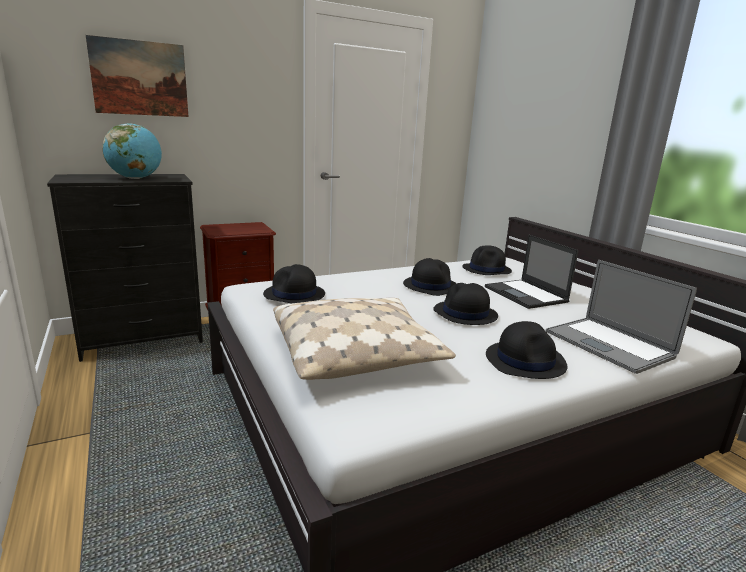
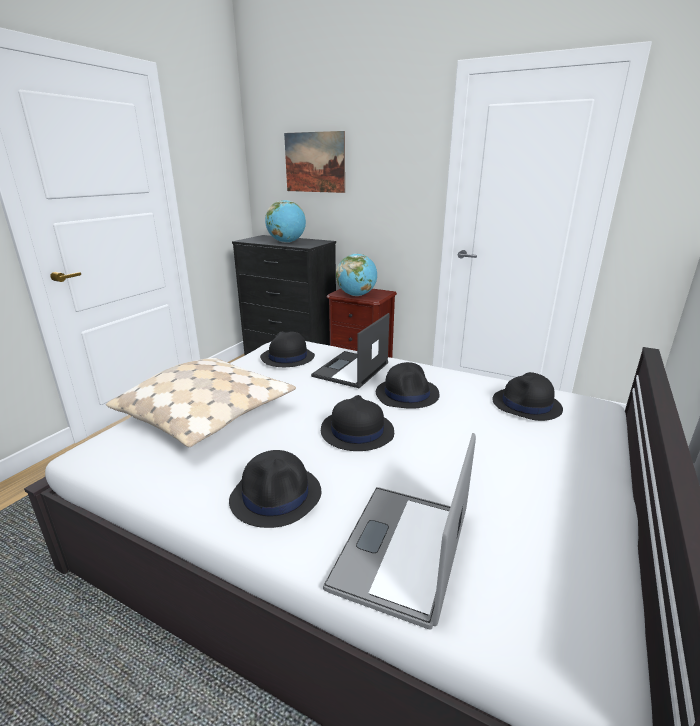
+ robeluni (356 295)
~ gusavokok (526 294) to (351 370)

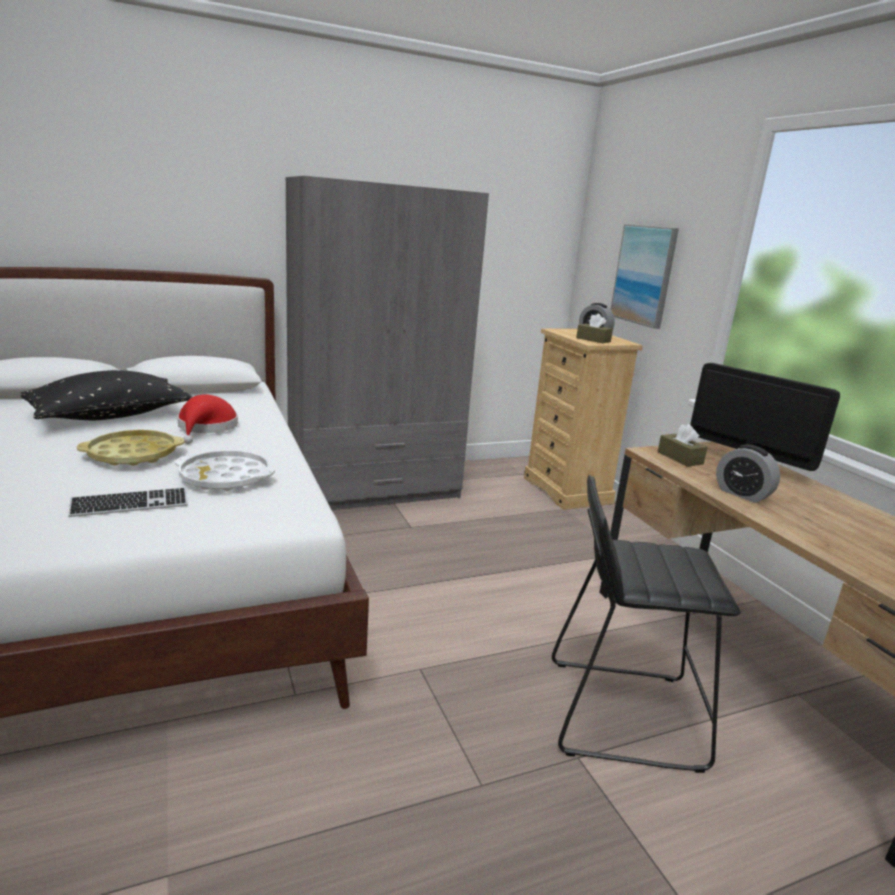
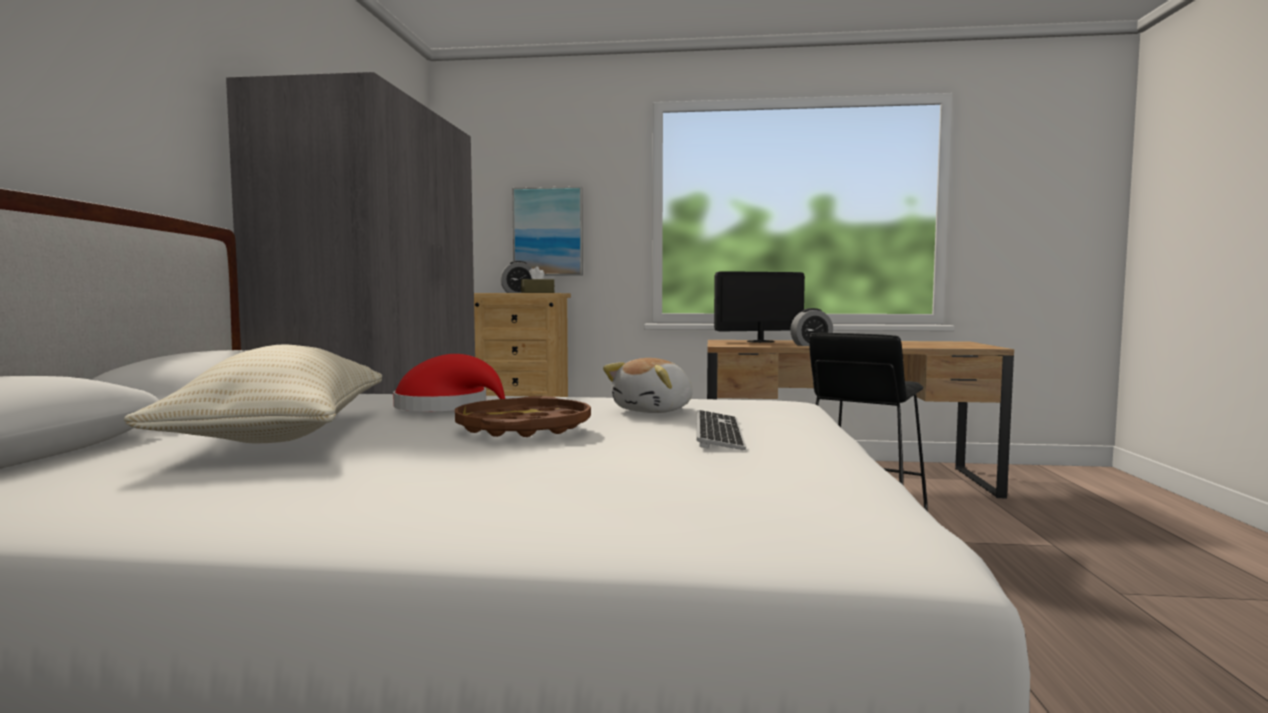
- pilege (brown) (680 458)
~ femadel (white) (225 478) to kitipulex (655 410)
~ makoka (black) (110 416) to makoka (beige) (283 436)
~ femadel (yellow) (133 454) to femadel (brown) (523 428)

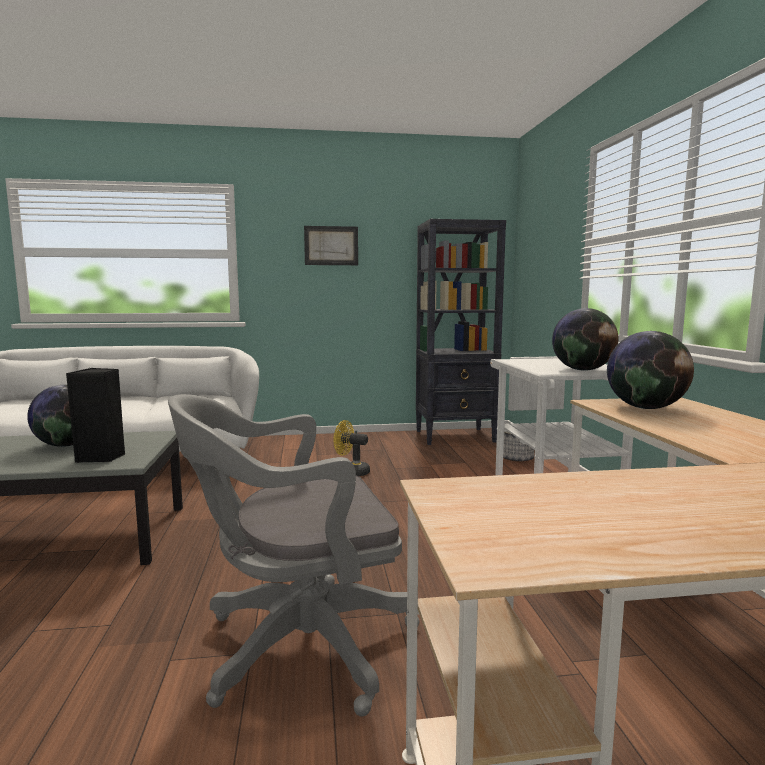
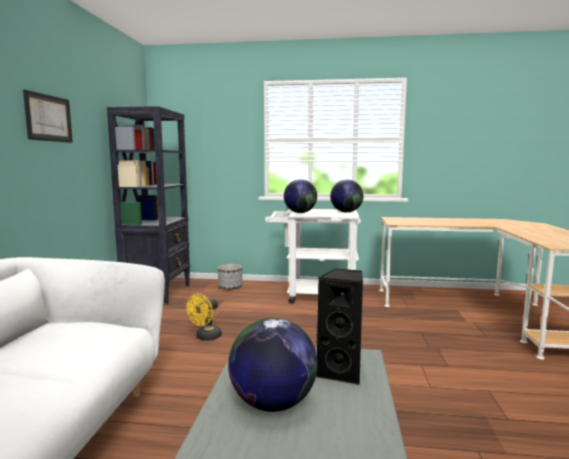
- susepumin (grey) (296 646)
~ robeluni (645 408) to (300 212)

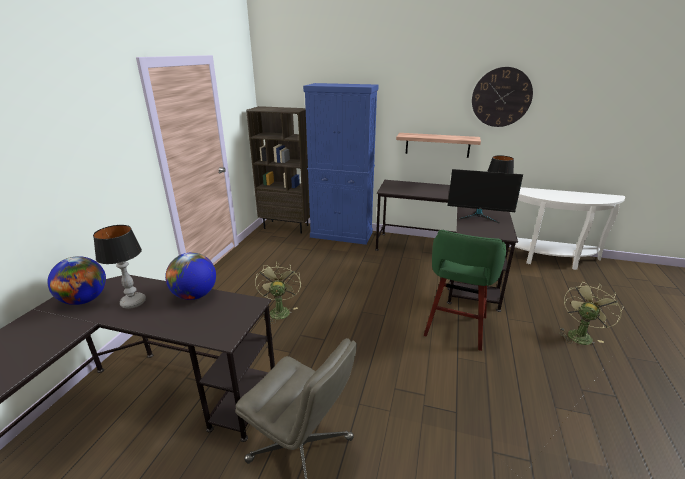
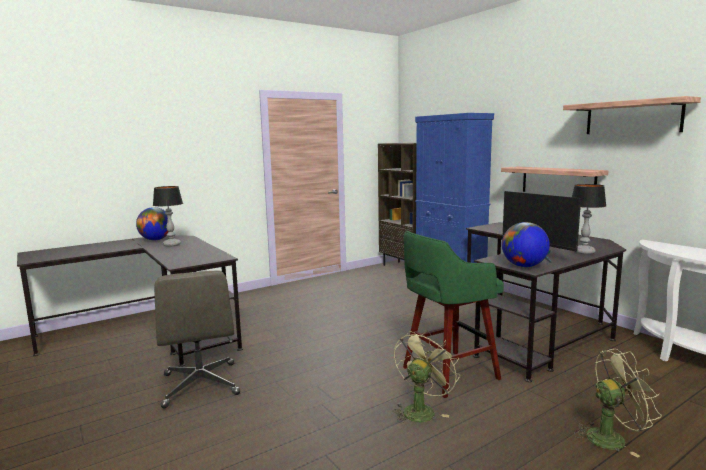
~ robeluni (195 295) to (524 266)
~ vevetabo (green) (279 310) to (421 410)
~ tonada (501 97) to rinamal (632 117)

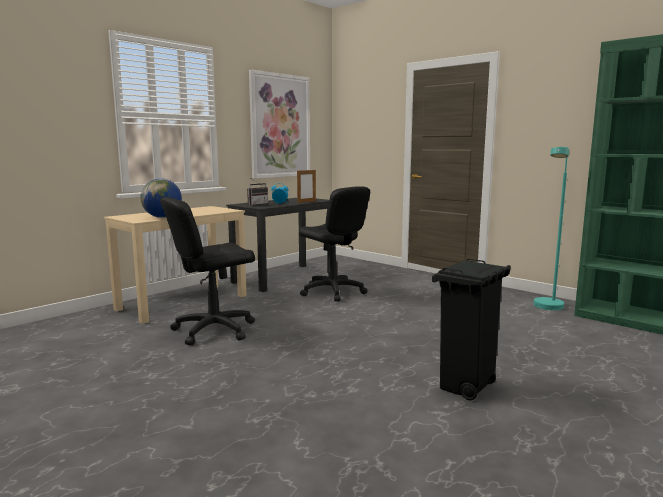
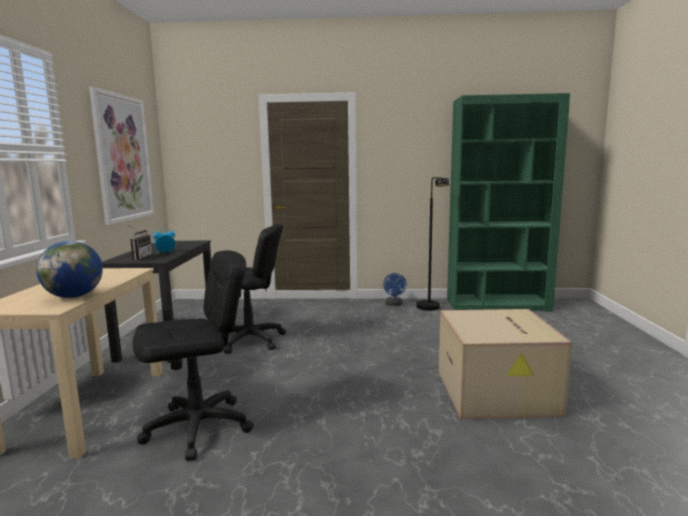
- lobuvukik (306 202)
+ vevetabo (blue) (394 304)
~ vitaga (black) (465 388) to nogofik (497 393)
~ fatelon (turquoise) (548 308) to fatelon (black) (430 309)
~ susepumin (black) (214 330) = (198 427) 135 degrees counterclockwise

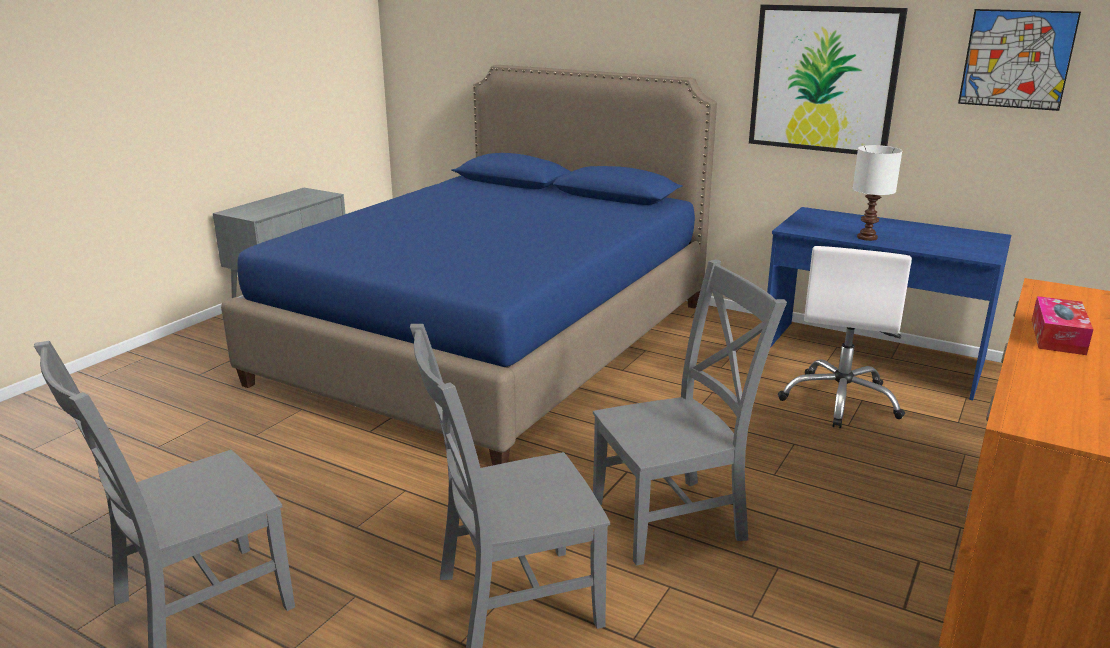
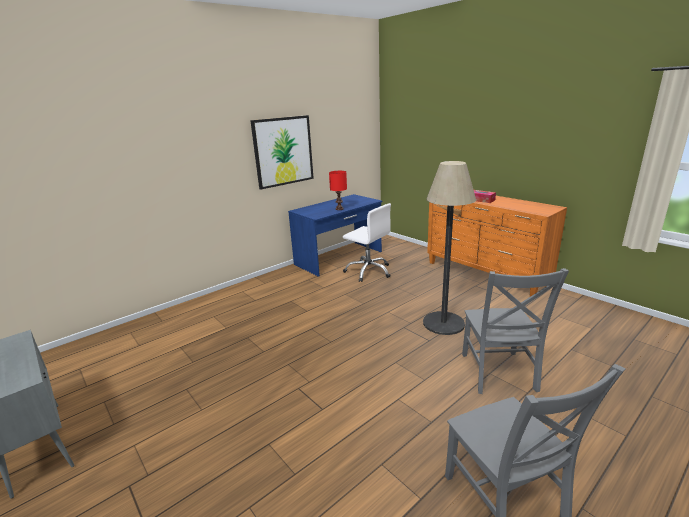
- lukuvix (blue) (493 341)
- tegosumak (1016 59)
~ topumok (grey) (674 519) to fatelon (443 323)
~ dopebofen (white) (866 237) to dopebofen (red) (339 209)

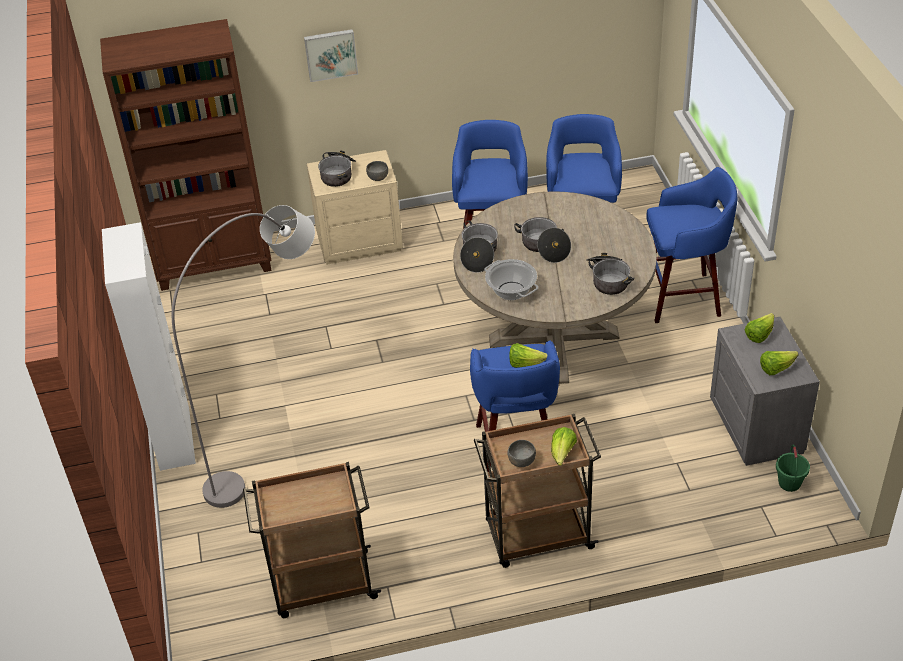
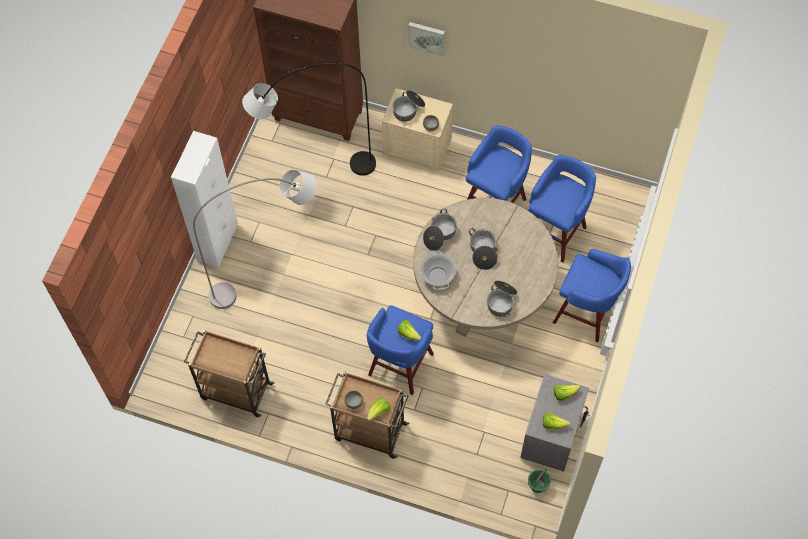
+ fatelon (grey) (314 175)

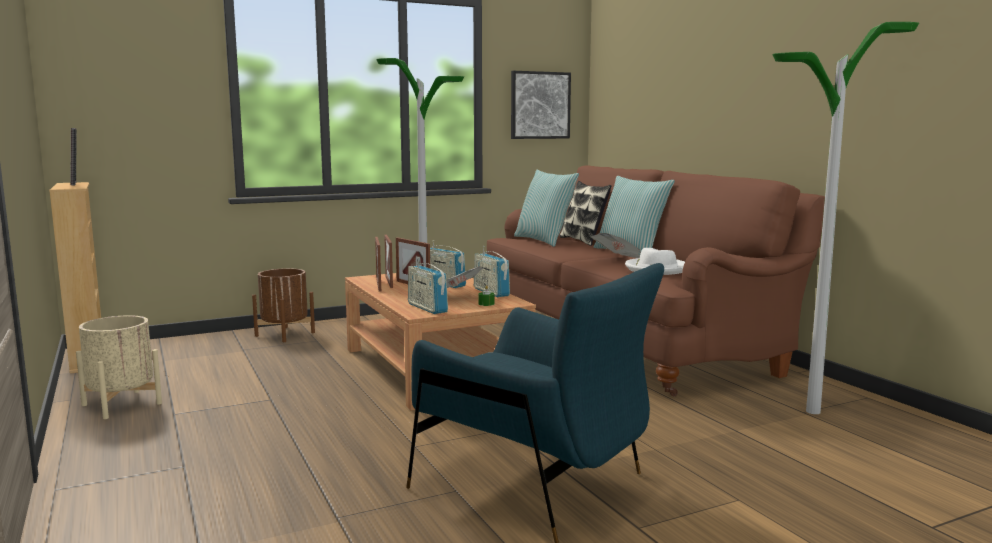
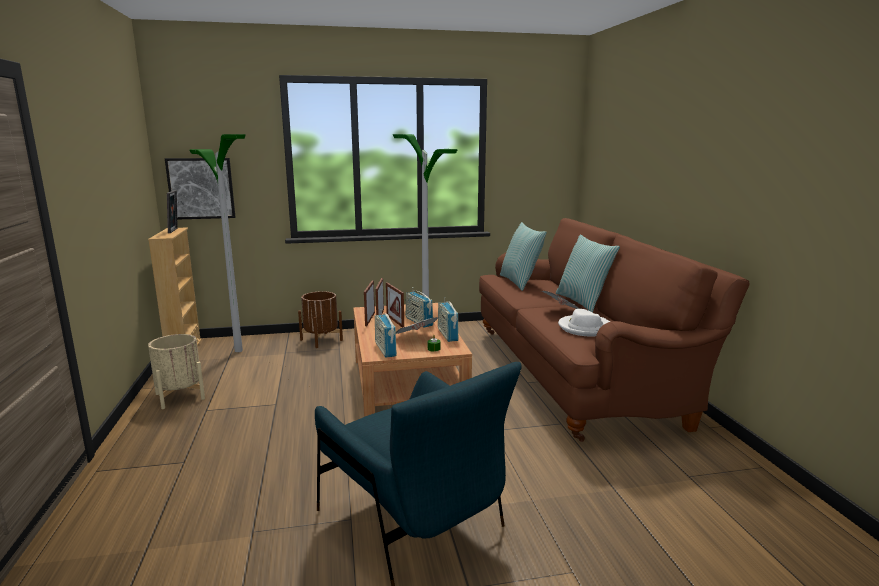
- makoka (583 241)
~ tegosumak (540 105) to (201 188)
~ fatelon (813 411) to (239 350)

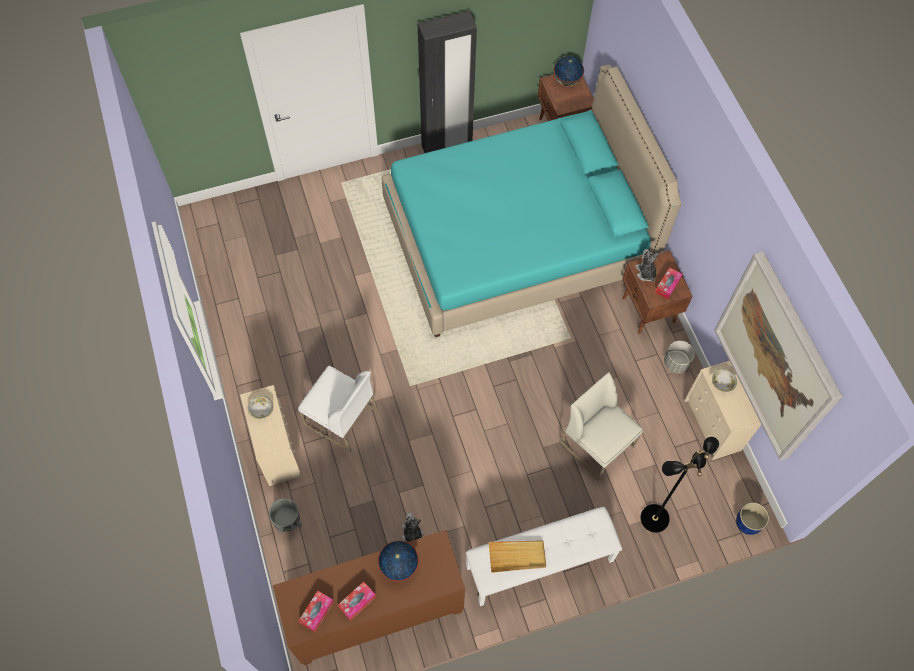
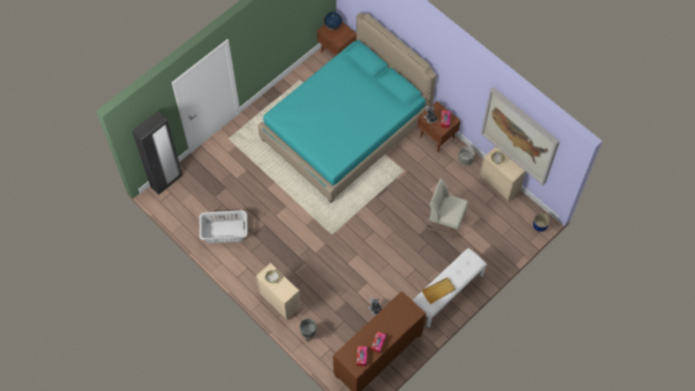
- topumok (white) (340 418)
- robeluni (399 565)
- fatelon (black) (654 517)
+ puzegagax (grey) (224 231)
~ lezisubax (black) (446 147) to (167 181)

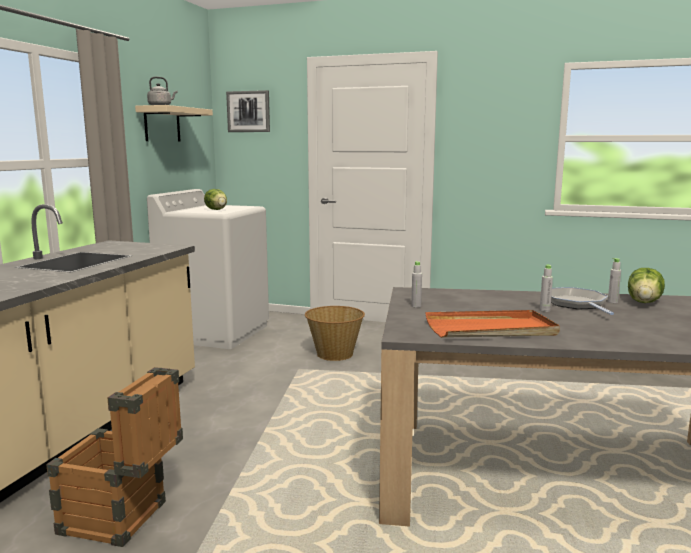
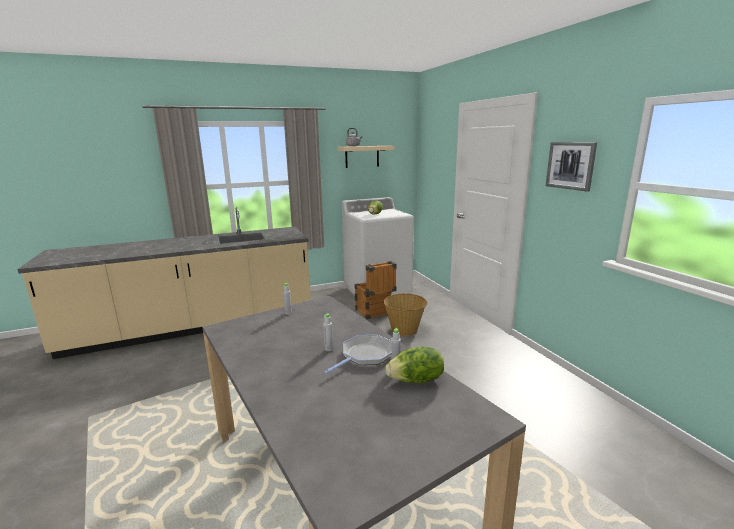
- femadel (orange) (491 329)
~ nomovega (123 520) to (375 313)
~ tegosumak (248 111) to (570 165)

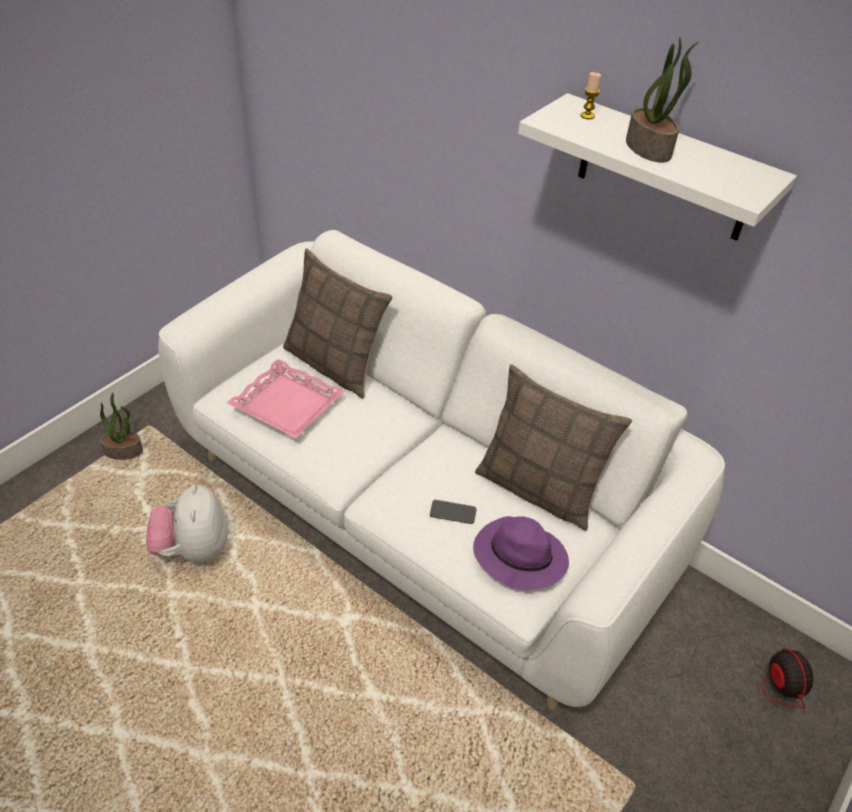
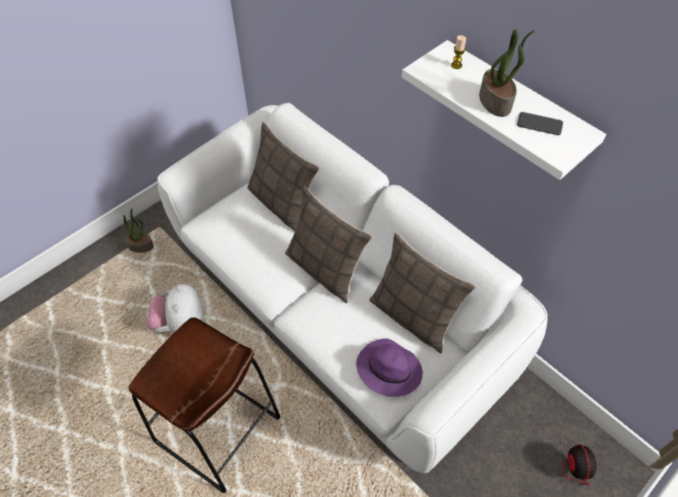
- femadel (pink) (288 404)
+ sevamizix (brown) (218 431)
+ makoka (325 269)
~ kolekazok (453 512) to (539 124)

